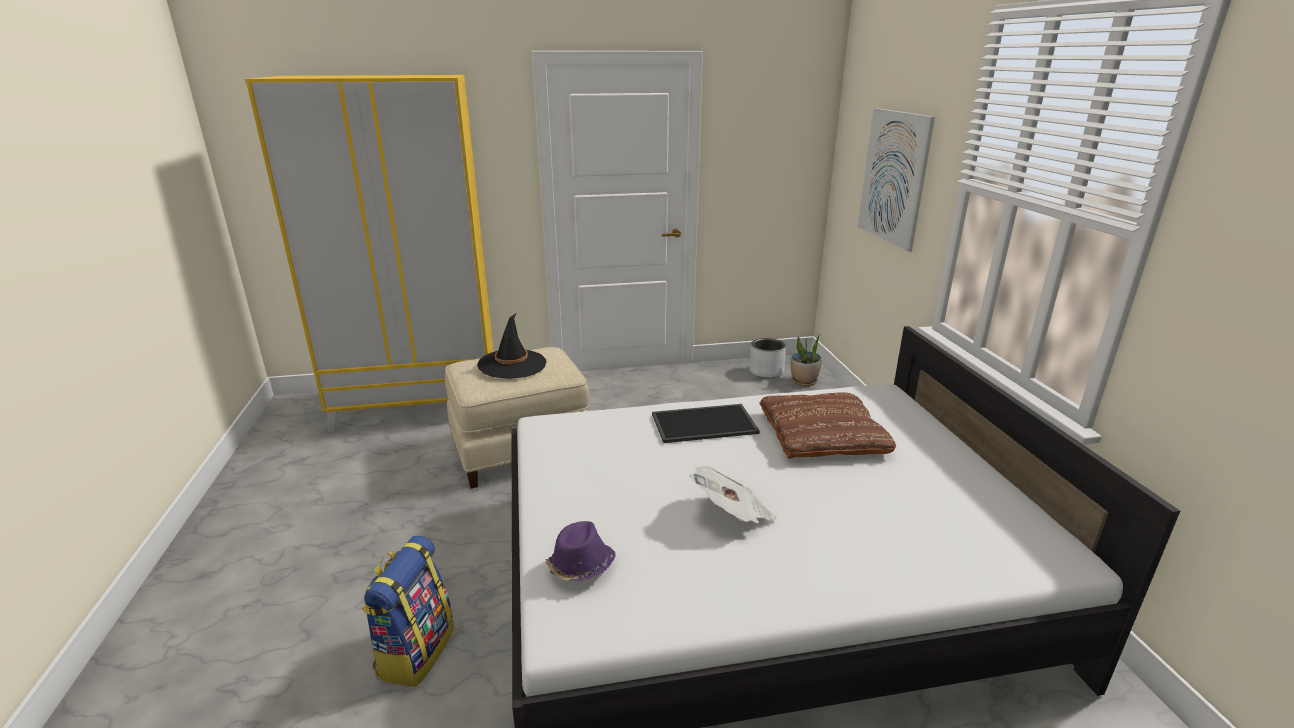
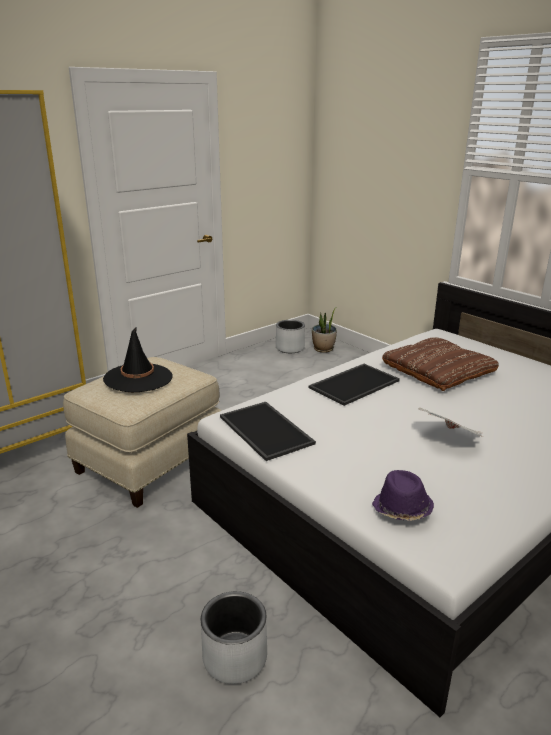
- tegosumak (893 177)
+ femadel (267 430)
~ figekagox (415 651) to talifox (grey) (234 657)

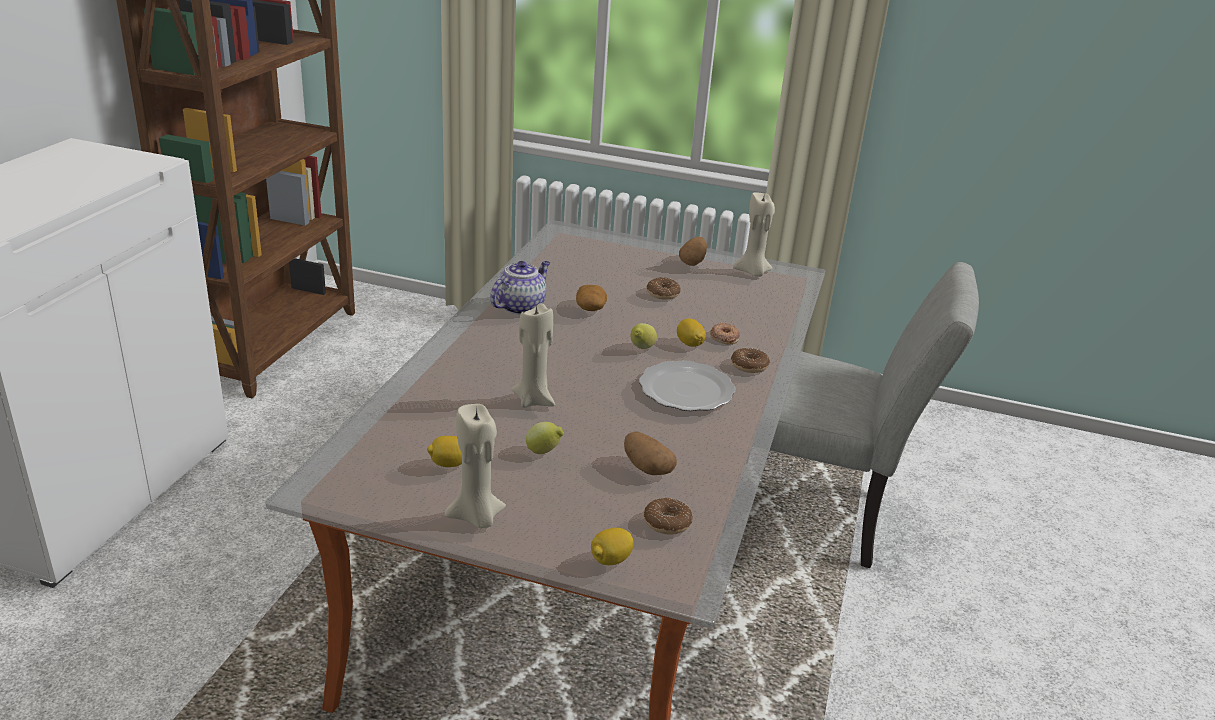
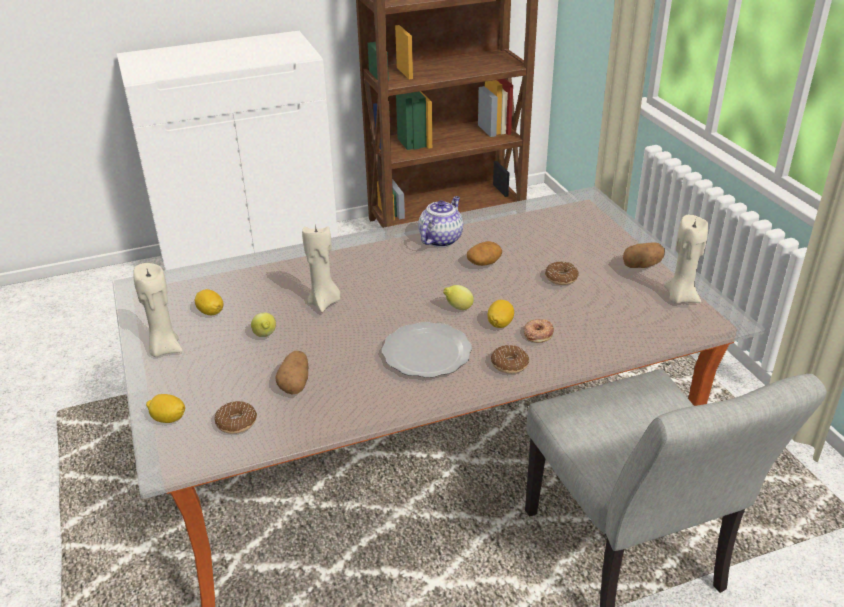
~ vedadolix (520 306) = (440 239) 60 degrees counterclockwise

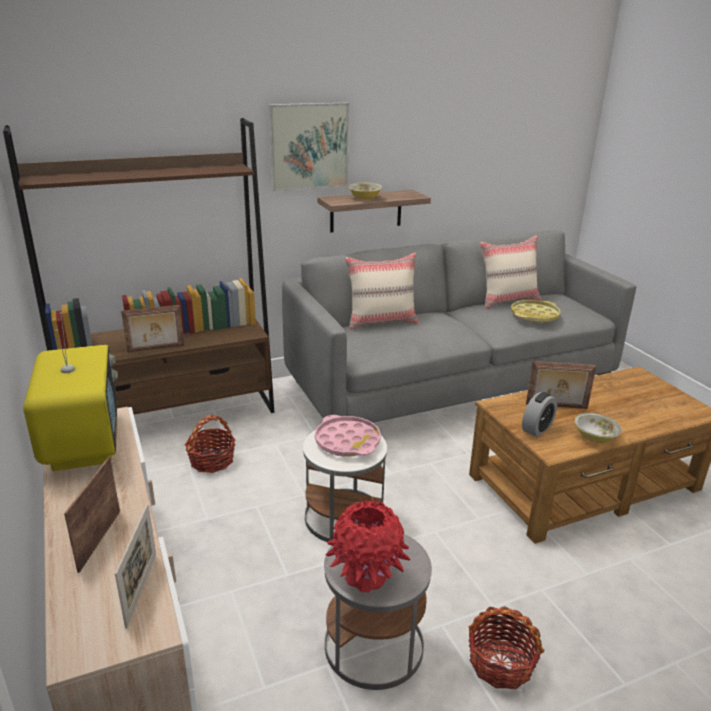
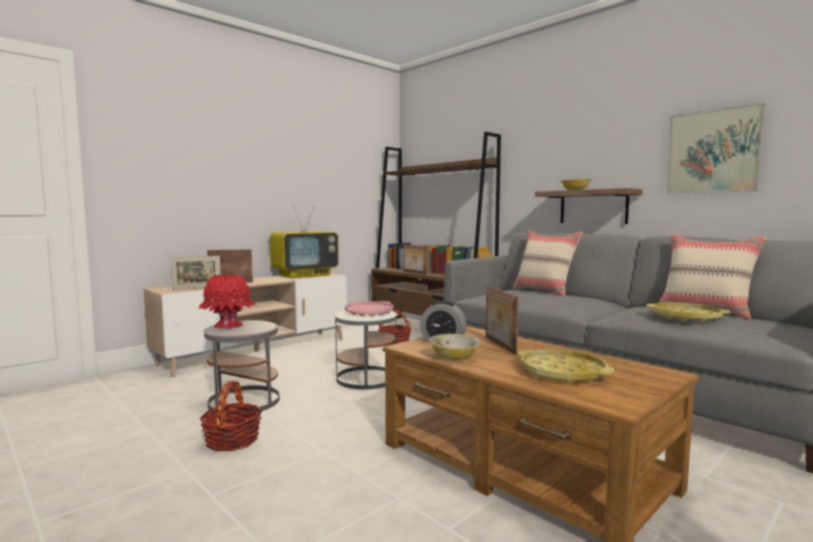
+ femadel (yellow) (562 373)
~ tegosumak (309 146) to (712 151)

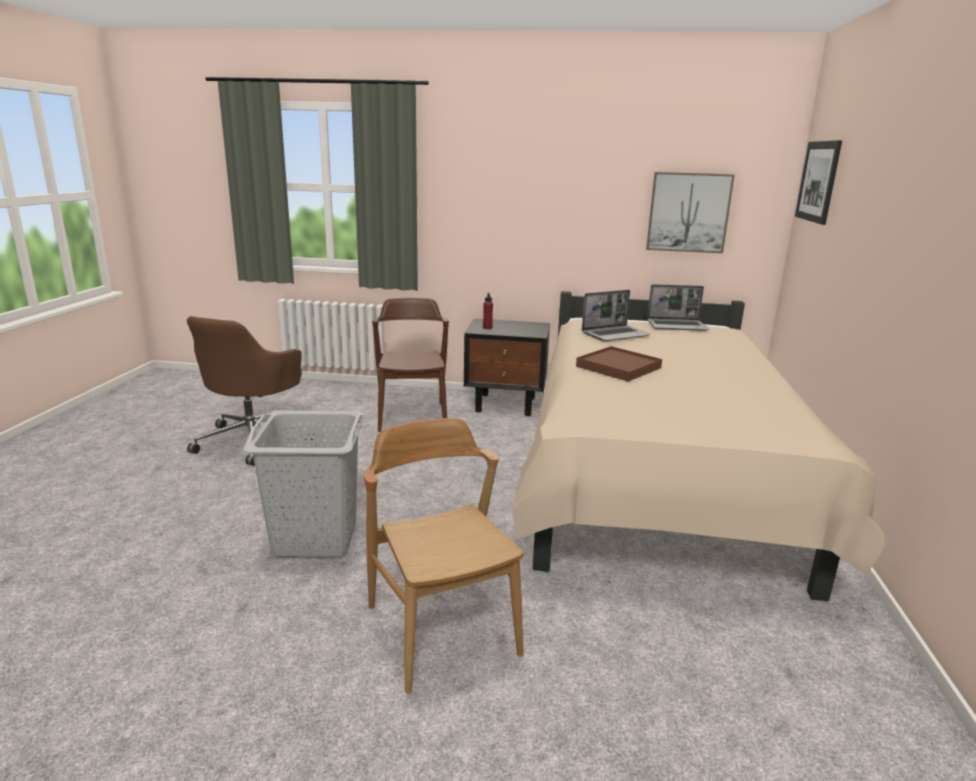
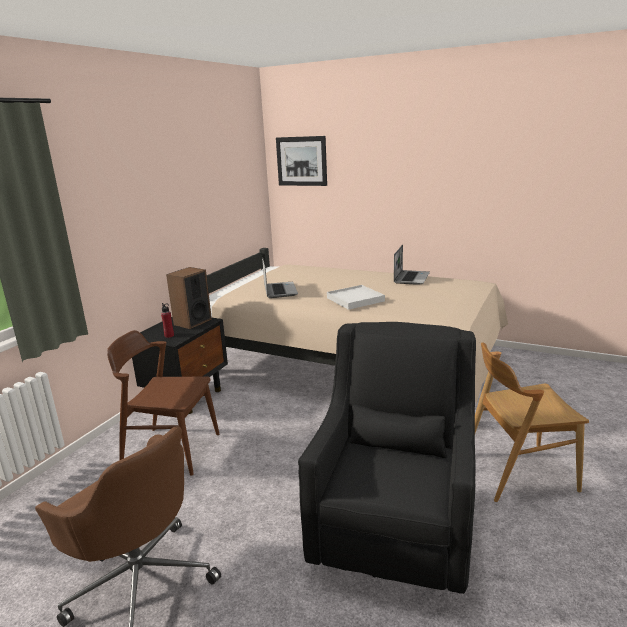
- tegosumak (688 212)
+ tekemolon (192 322)
~ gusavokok (677 326) to (411 278)
~ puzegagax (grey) (316 538) to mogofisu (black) (395 528)
~ femadel (brown) (618 367) to femadel (white) (355 299)

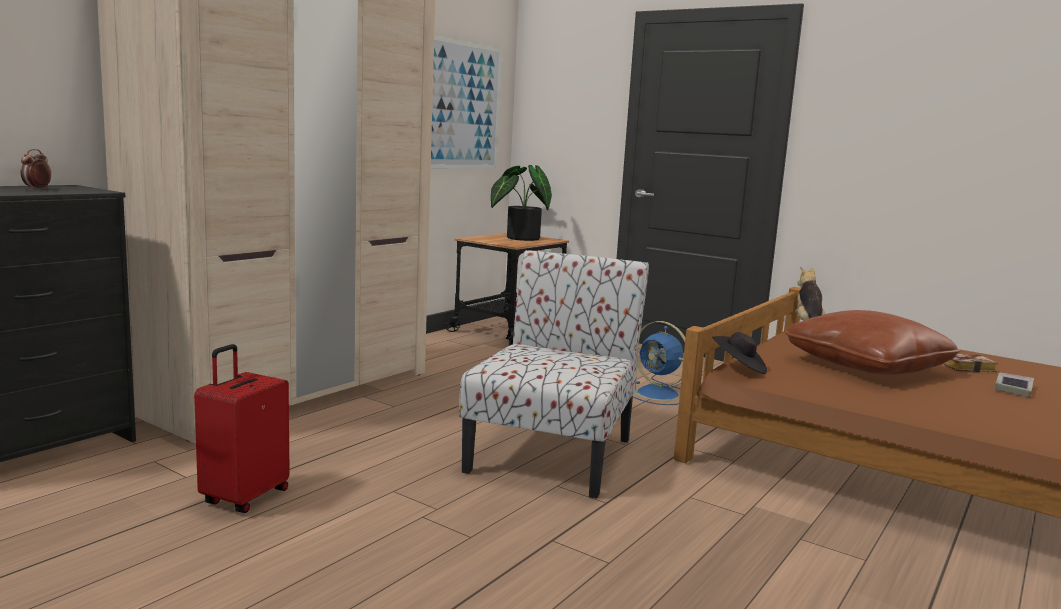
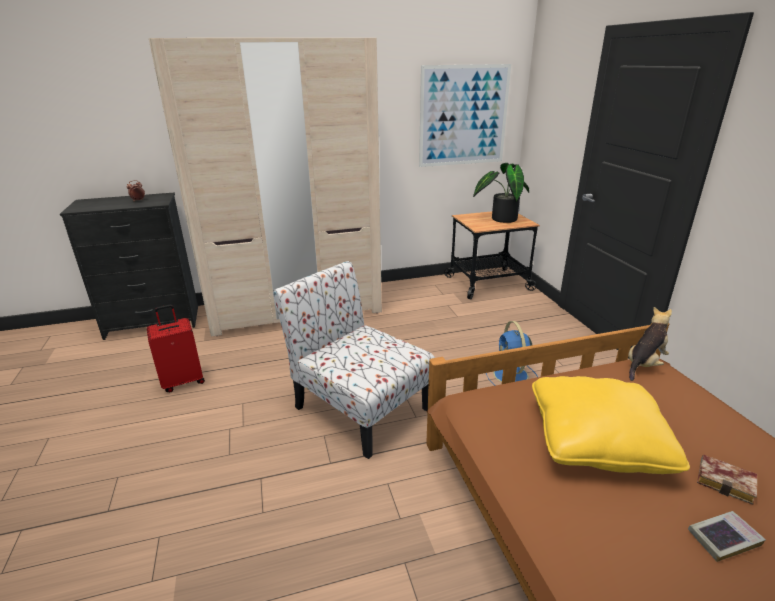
- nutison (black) (739 368)
~ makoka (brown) (866 366) to makoka (yellow) (596 439)
~ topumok (553 453) = (359 407) 105 degrees counterclockwise

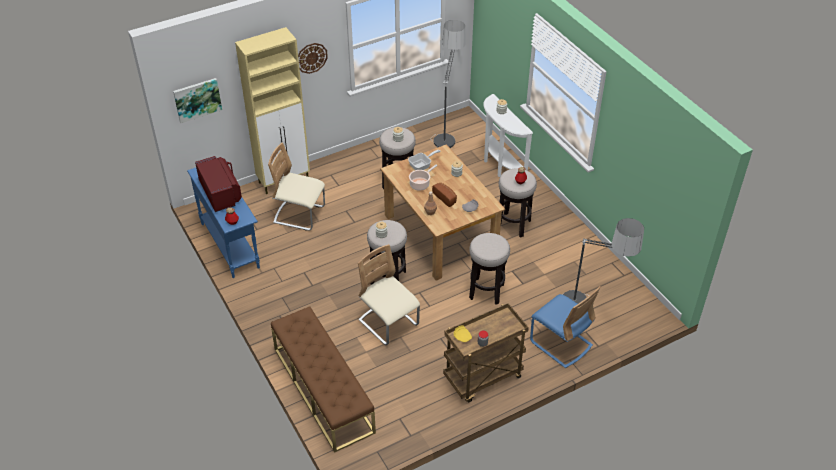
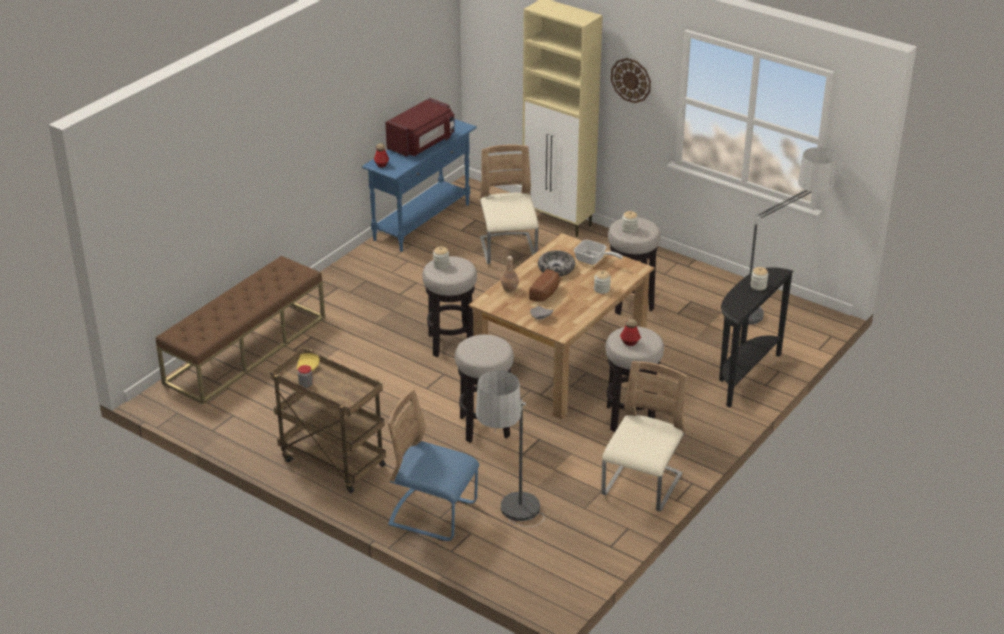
- tegosumak (197 99)
~ topumok (beige) (388 323) to (642 486)
~ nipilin (420 184) to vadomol (556 268)
~ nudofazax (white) (500 166) to nudofazax (black) (743 375)
~ topumok (blue) (560 343) = (433 515) 90 degrees clockwise

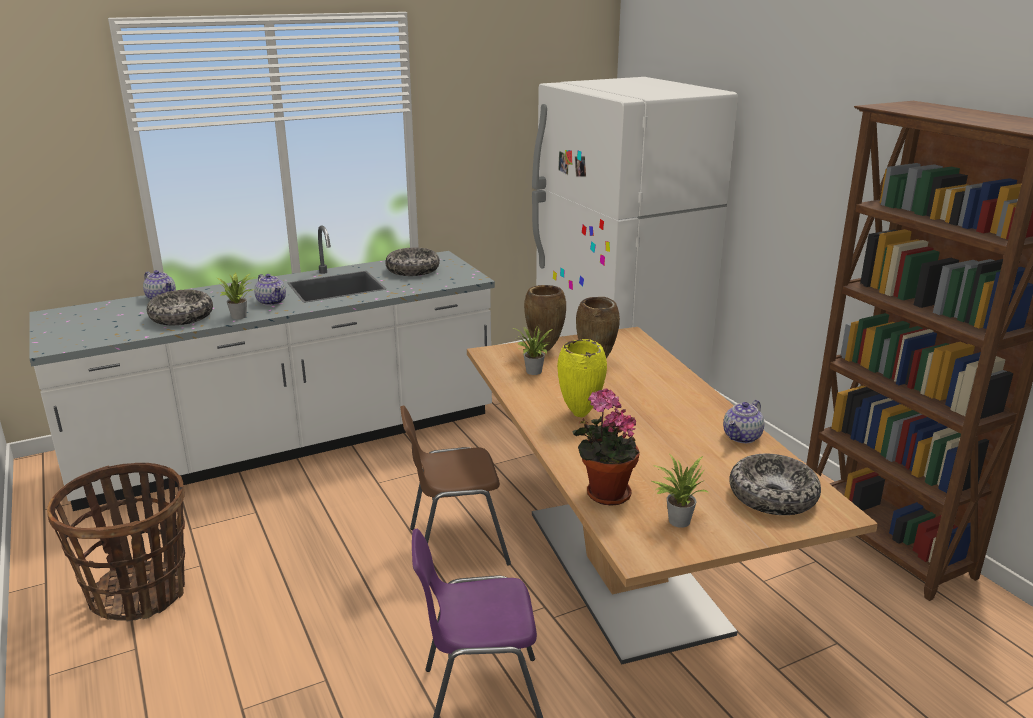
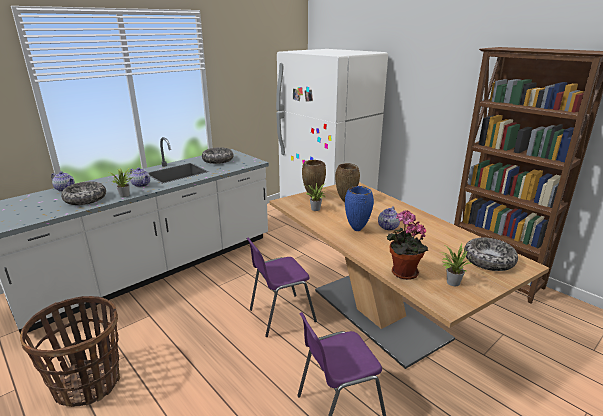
~ vedadolix (742 437) to (388 227)
~ topumok (brown) (455 545) to topumok (purple) (280 315)
~ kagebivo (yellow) (581 415) to kagebivo (blue) (357 229)

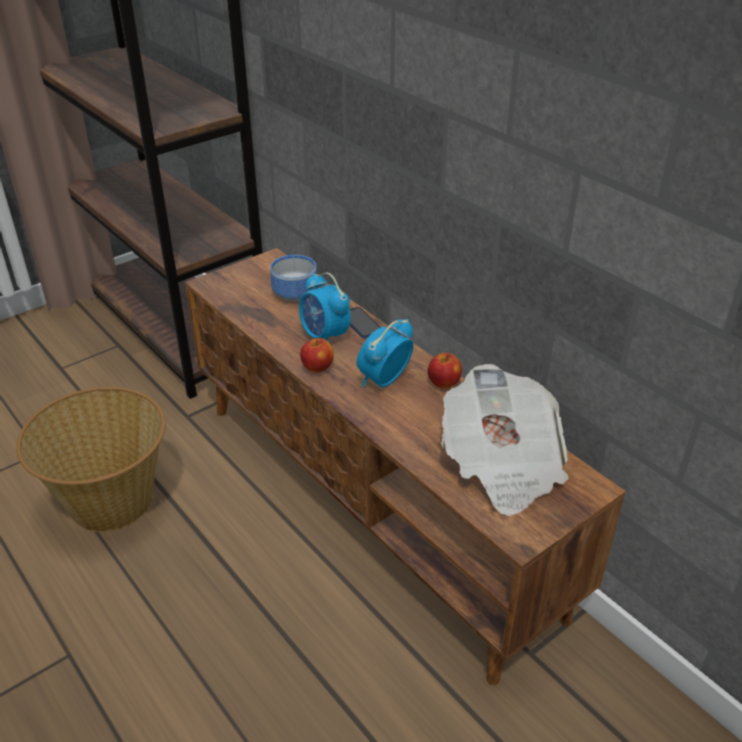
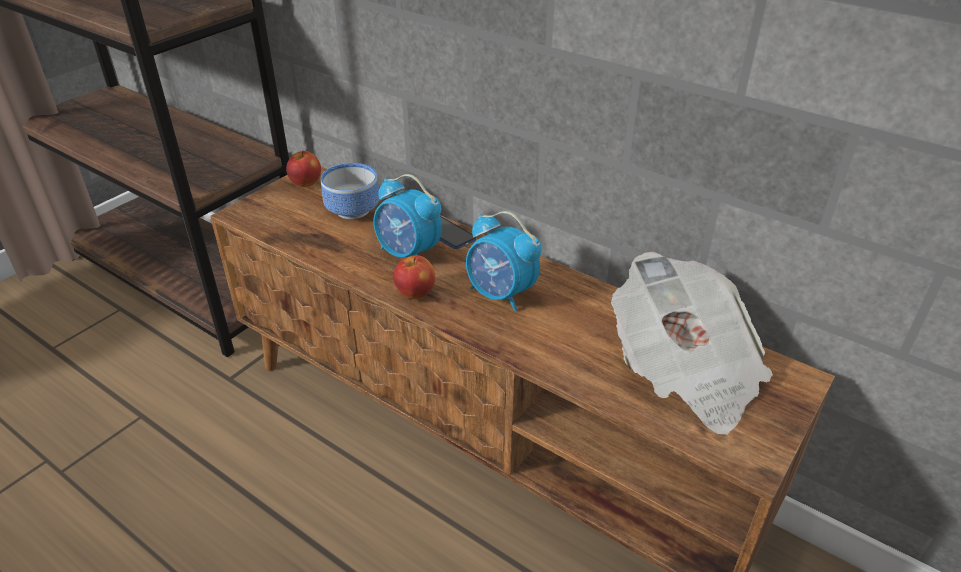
- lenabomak (111 502)
~ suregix (443 383) to (306 183)
~ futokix (383 380) = (501 294) 75 degrees counterclockwise

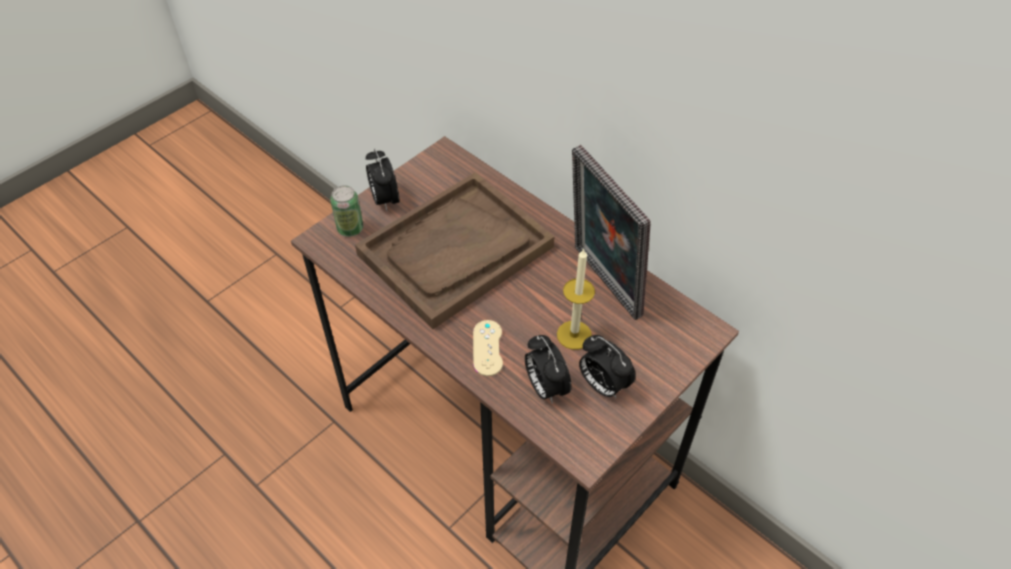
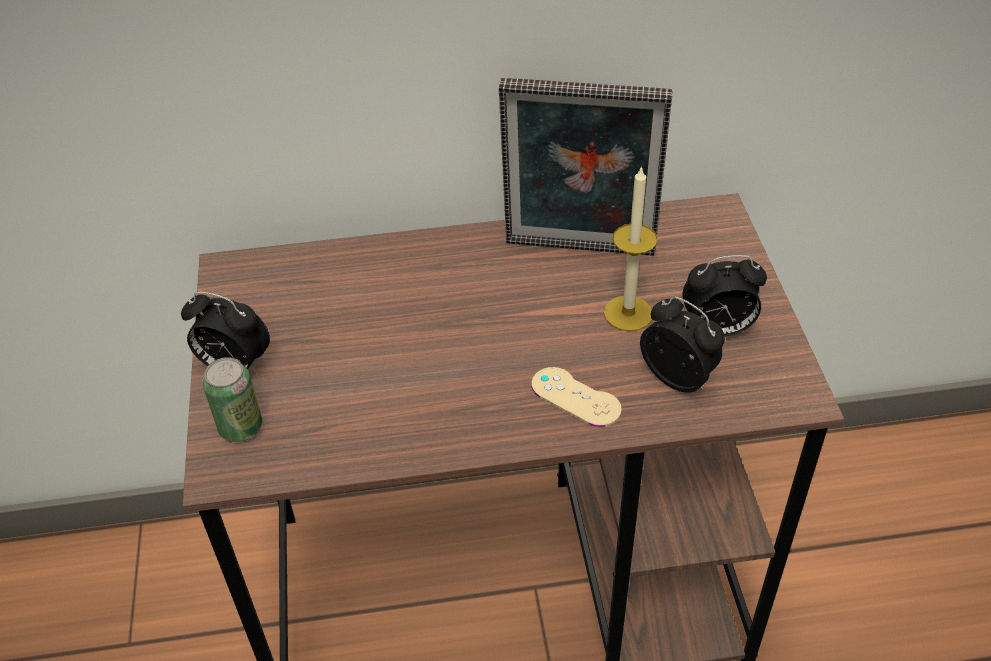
- femadel (brown) (455 251)
~ futokix (545 387) = (679 378) 150 degrees counterclockwise

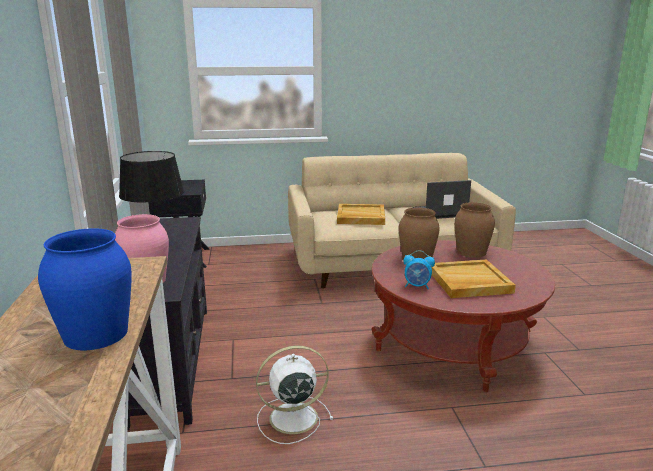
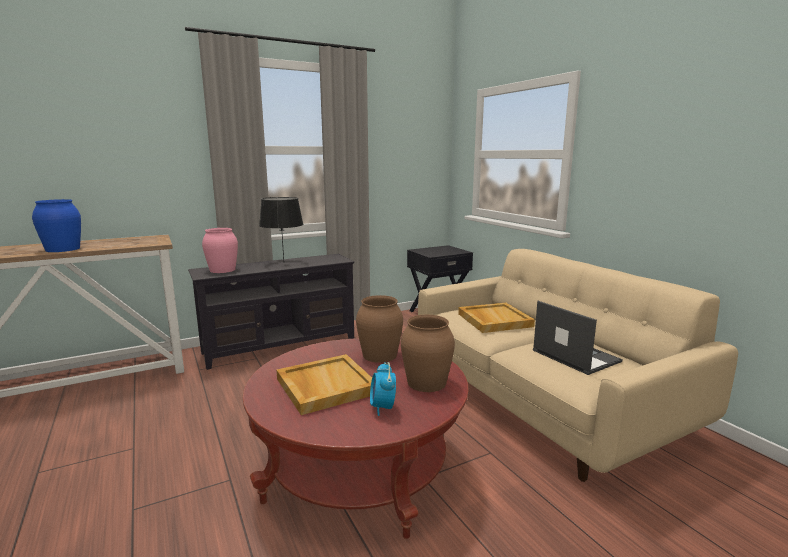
- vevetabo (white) (291 418)
~ futokix (417 286) to (382 408)

